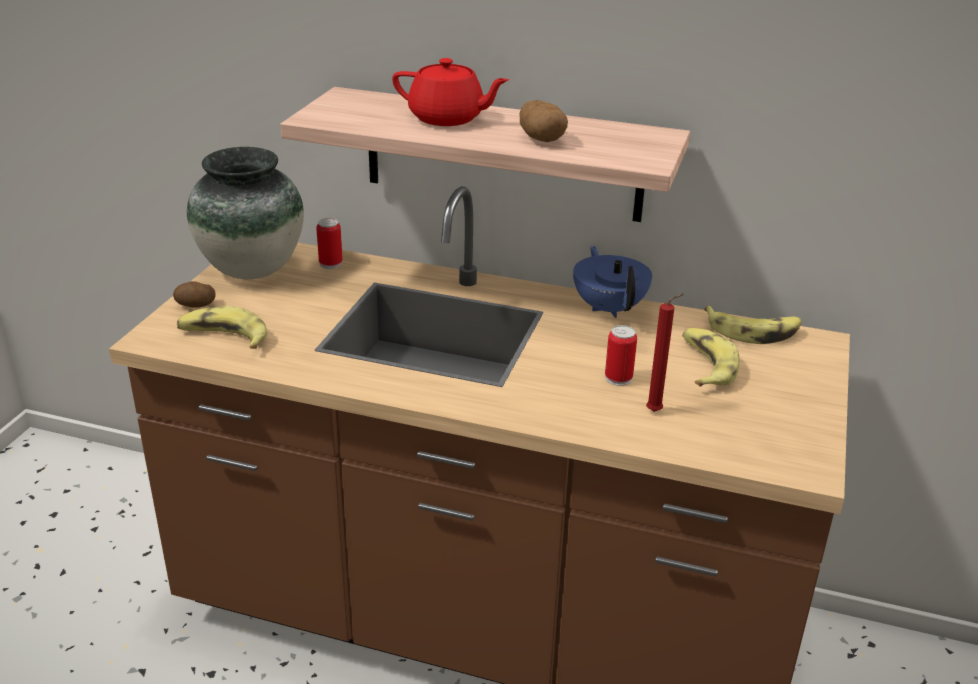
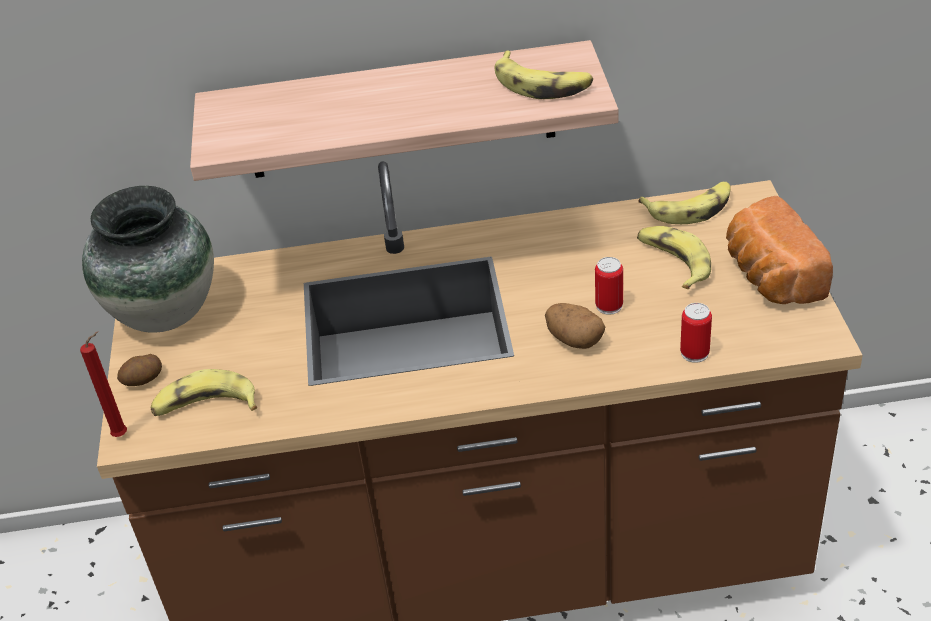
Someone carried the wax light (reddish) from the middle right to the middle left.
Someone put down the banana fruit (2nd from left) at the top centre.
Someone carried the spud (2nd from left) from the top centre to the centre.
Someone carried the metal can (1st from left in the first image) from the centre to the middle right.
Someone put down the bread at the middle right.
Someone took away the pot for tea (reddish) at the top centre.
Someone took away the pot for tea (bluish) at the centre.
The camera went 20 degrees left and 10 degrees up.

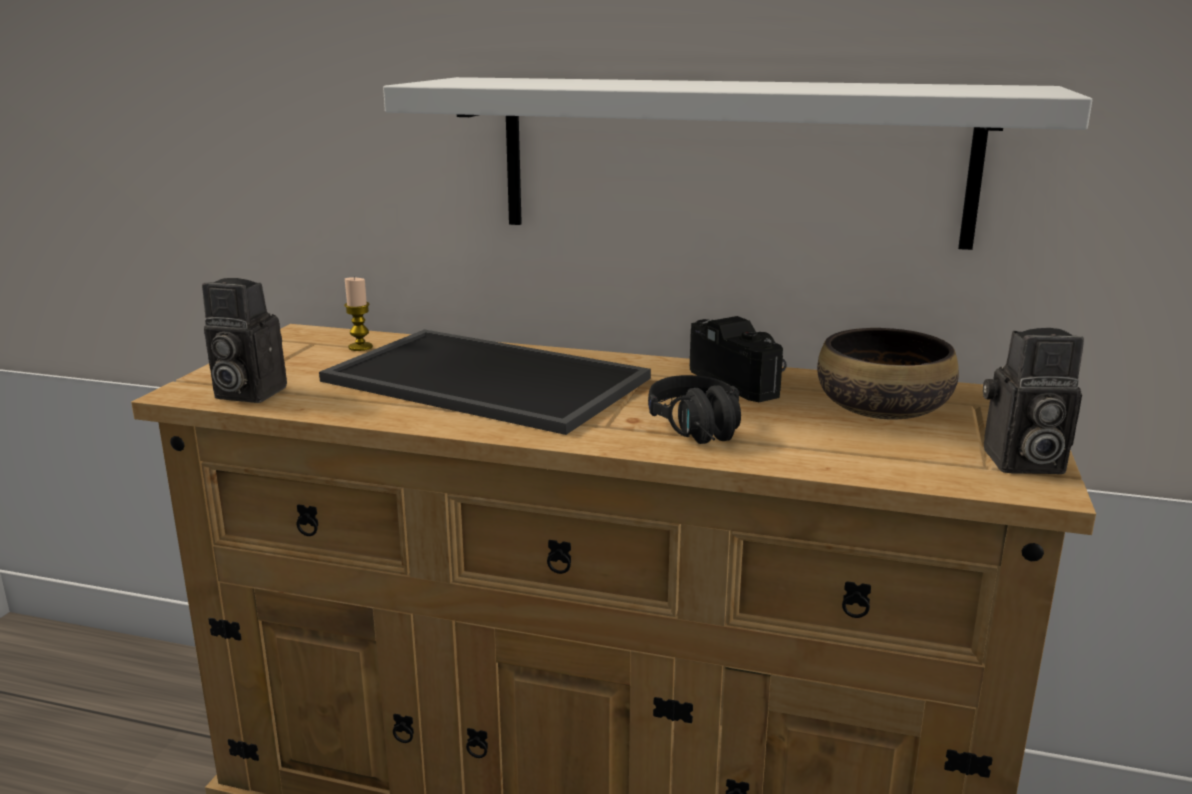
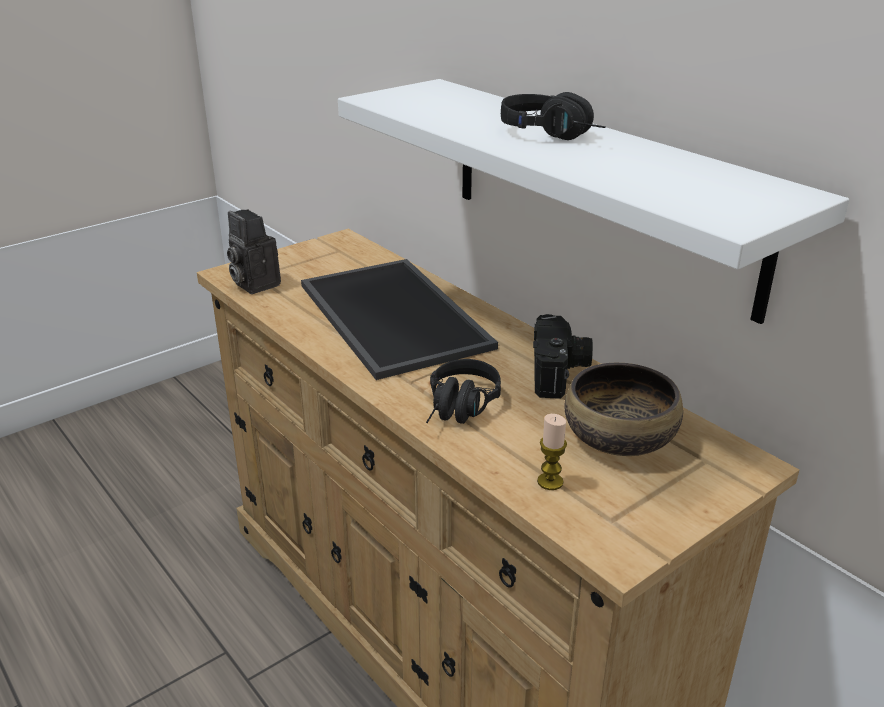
Someone put down the pair of headphones (black) (2nd from left) at the top centre.
Someone carried the wax light from the middle left to the centre.
Someone took away the photo camera (3rd from left) at the middle right.
The camera went 35 degrees right and 10 degrees up.

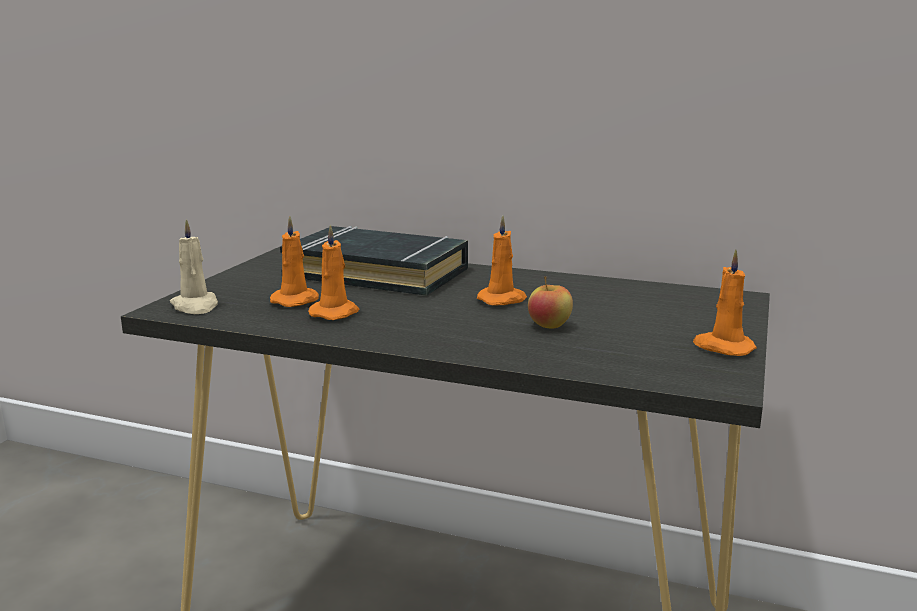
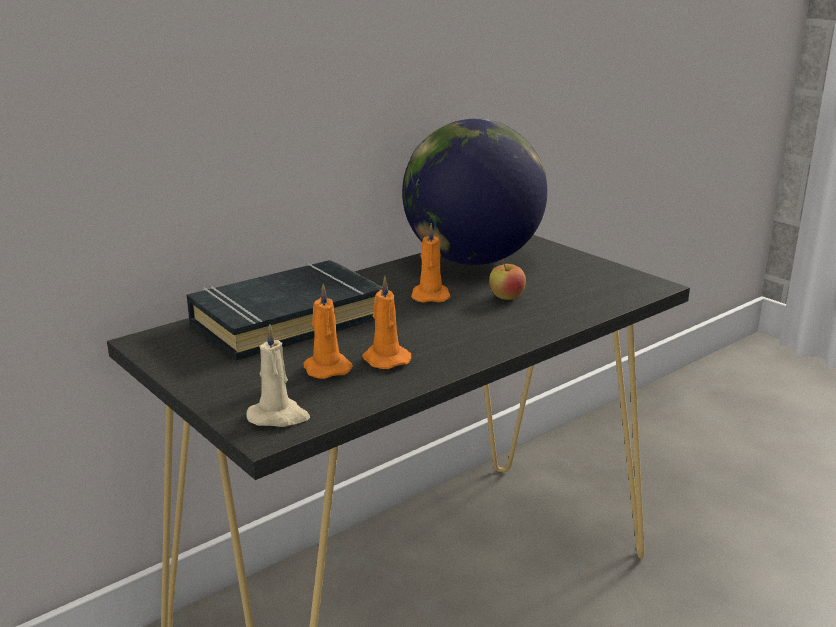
Someone put down the world globe at the top centre.
Someone took away the wax light (orange-coloured) (4th from left) at the middle right.
The camera went 60 degrees left and 5 degrees up.

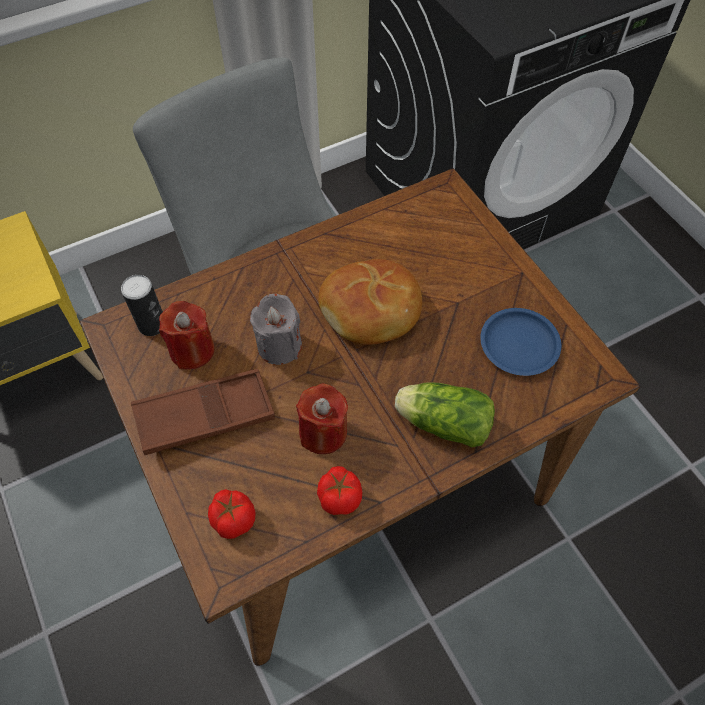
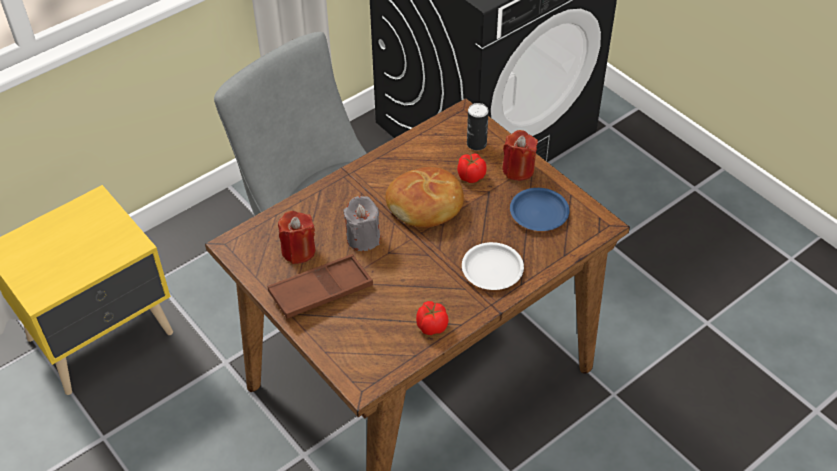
Someone carried the whole tomato (1st from left in the first image) from the bottom left to the centre.
Someone swapped the lettuce head at the centre for the dinner plate (white-coloured) at the centre.
Someone carried the metal can from the middle left to the top centre.
Someone carried the wax light (reddish) (2nd from left) from the centre to the top centre.
The camera went 10 degrees left and 10 degrees down.

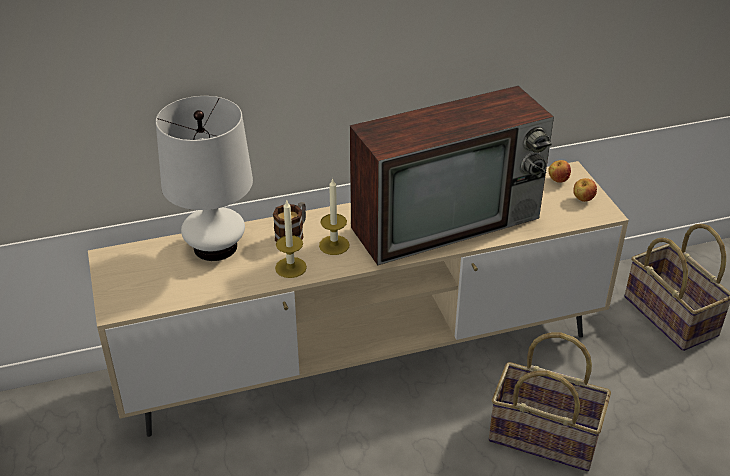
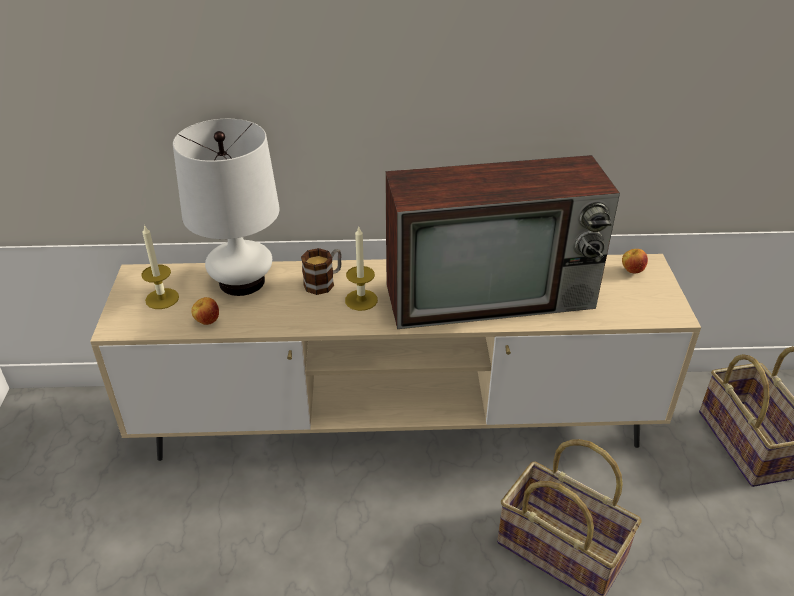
Someone carried the wax light (1st from left) from the centre to the middle left.
Someone carried the apple (2nd from left in the first image) from the middle right to the middle left.
The camera went 15 degrees right and 0 degrees up.

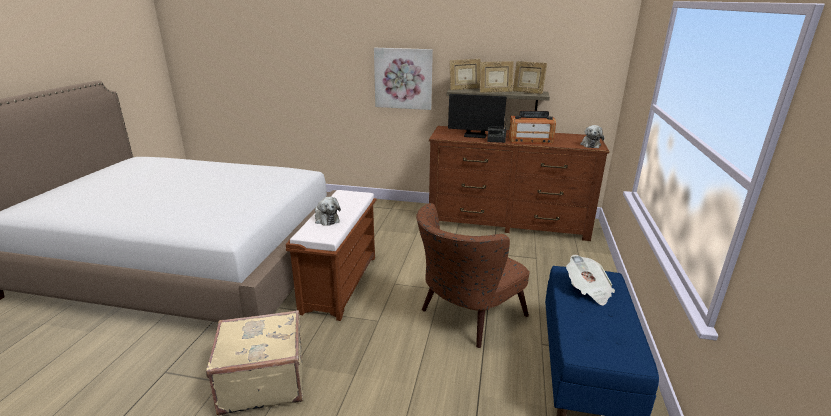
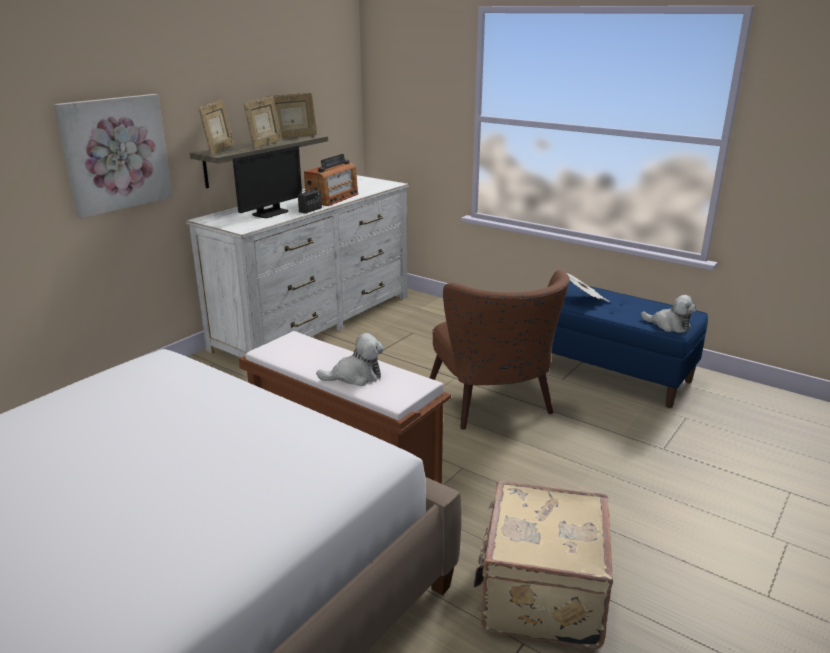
Someone repainted the chest of drawers (brown) at the centre, which became the chest of drawers (white-coloured) at the centre.
Someone carried the soft toy (2nd from left) from the top right to the middle right.
The camera went 65 degrees left and 0 degrees up.

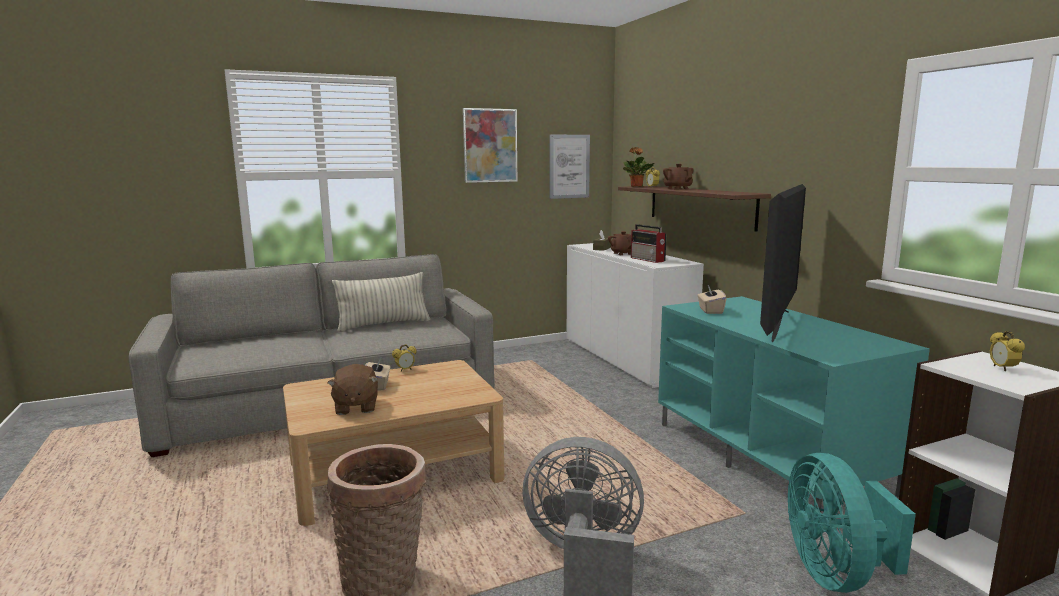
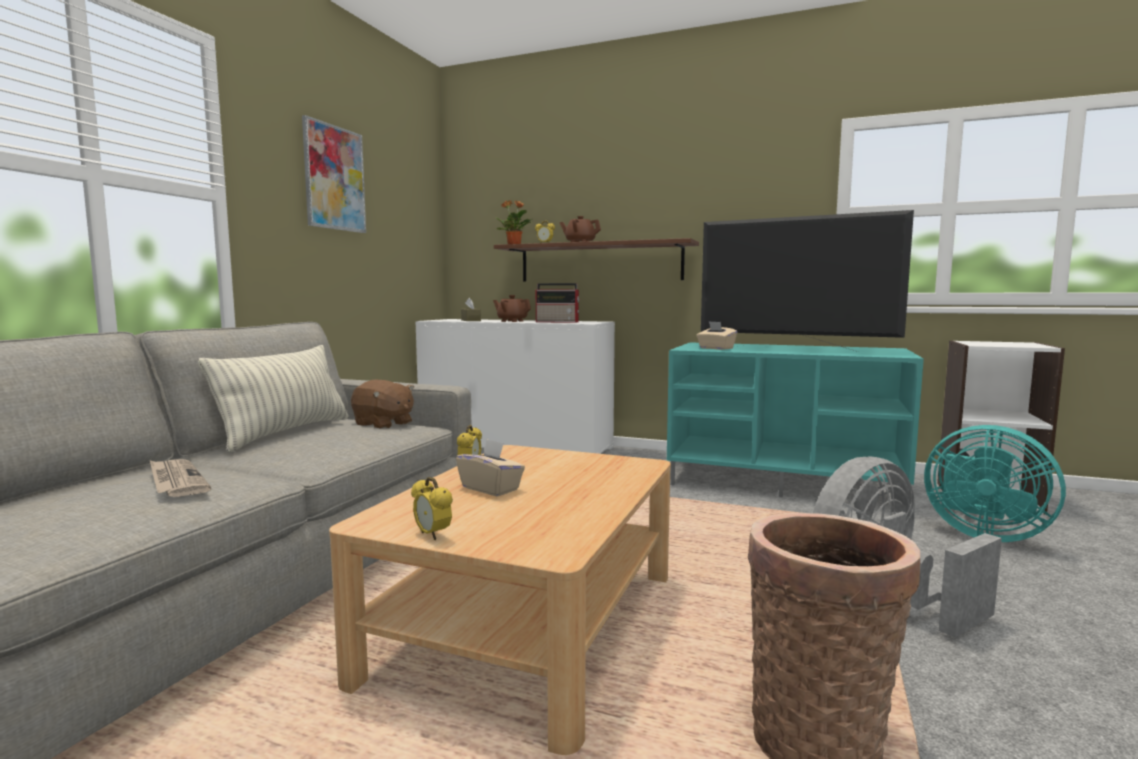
Someone put down the daily paper at the middle left.
Someone carried the soft toy (brown) from the middle left to the centre.
Someone carried the table clock (3rd from left in the first image) from the middle right to the bottom centre.
Someone rotated the television at the middle right by 135 degrees clockwise.
Someone took away the wall art (2nd from left) at the top centre.
The camera went 45 degrees left and 5 degrees down.

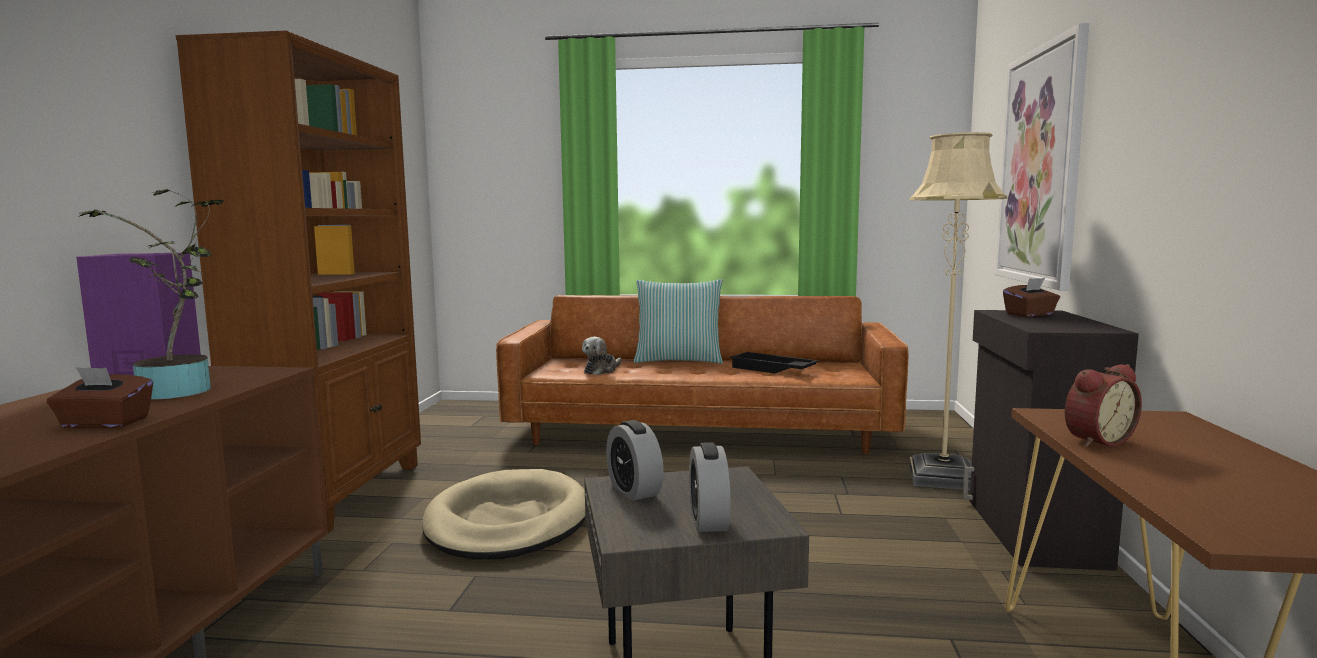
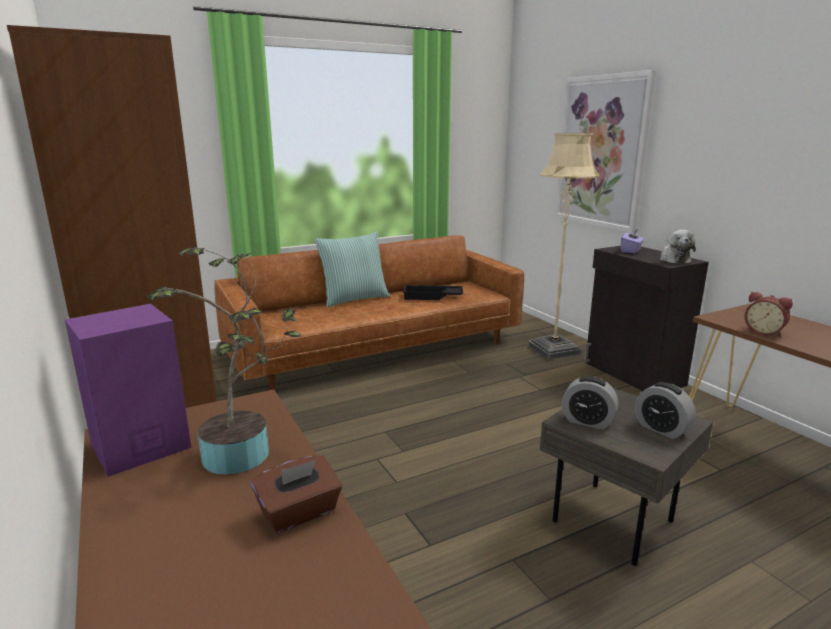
Someone repainted the tissue holder (brown) (2nd from left) at the middle right, which became the tissue holder (purple-coloured) at the middle right.
Someone carried the soft toy from the centre to the middle right.
Someone rotated the table clock (3rd from left) at the middle right by 105 degrees clockwise.
Someone took away the dog cushion (beige) at the bottom centre.
The camera went 35 degrees left and 10 degrees up.

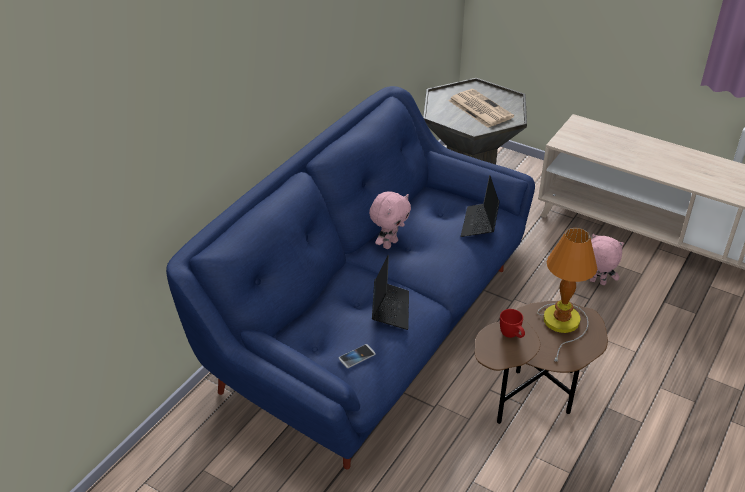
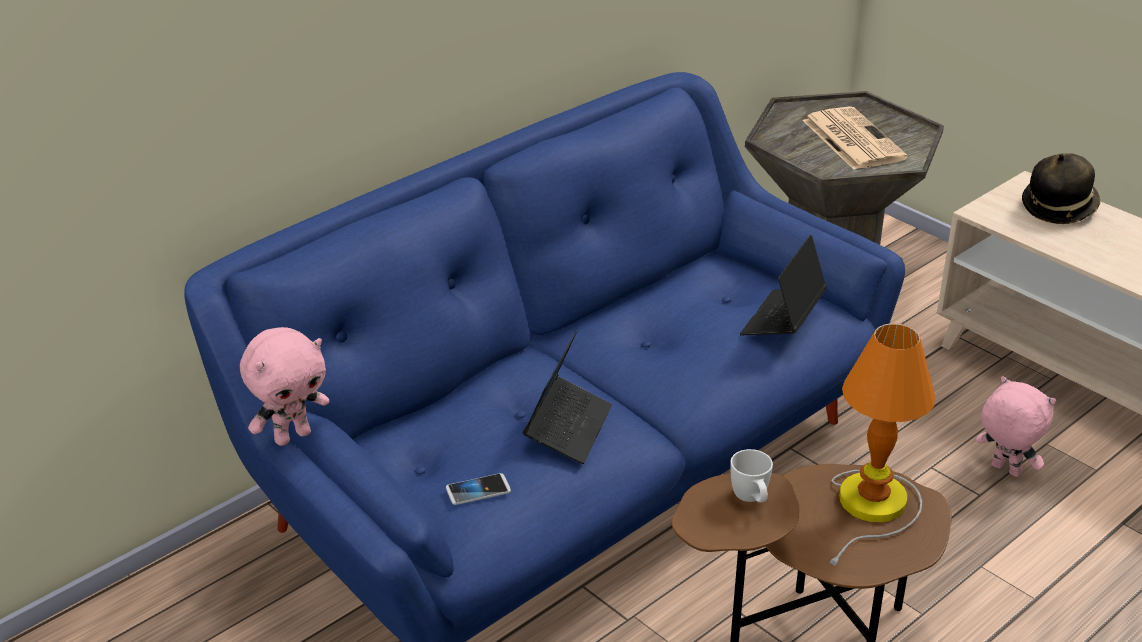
Someone carried the soft toy (pinkish) (1st from left) from the centre to the middle left.
Someone repainted the mug (reddish) at the middle right, which became the mug (white-coloured) at the bottom centre.
Someone put down the wearable hat at the top right.
The camera went 15 degrees right and 5 degrees down.

